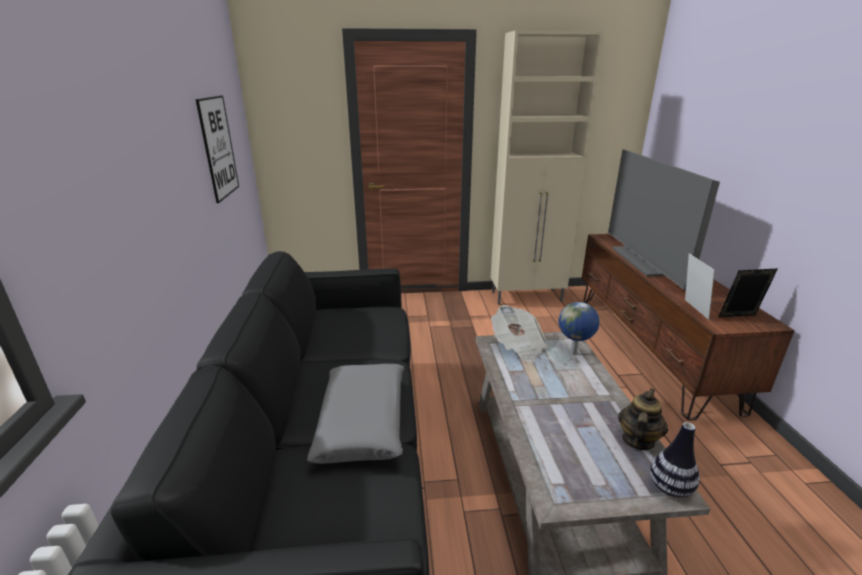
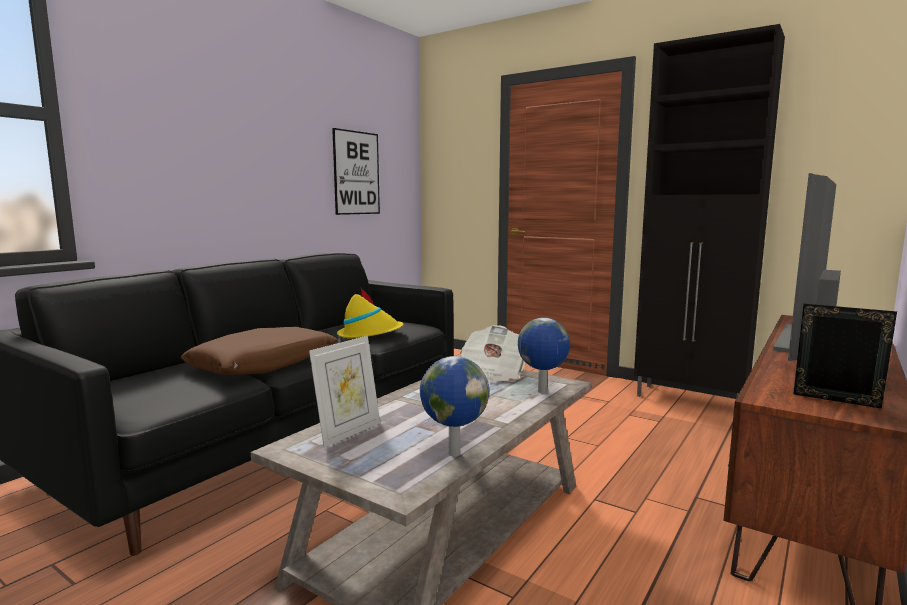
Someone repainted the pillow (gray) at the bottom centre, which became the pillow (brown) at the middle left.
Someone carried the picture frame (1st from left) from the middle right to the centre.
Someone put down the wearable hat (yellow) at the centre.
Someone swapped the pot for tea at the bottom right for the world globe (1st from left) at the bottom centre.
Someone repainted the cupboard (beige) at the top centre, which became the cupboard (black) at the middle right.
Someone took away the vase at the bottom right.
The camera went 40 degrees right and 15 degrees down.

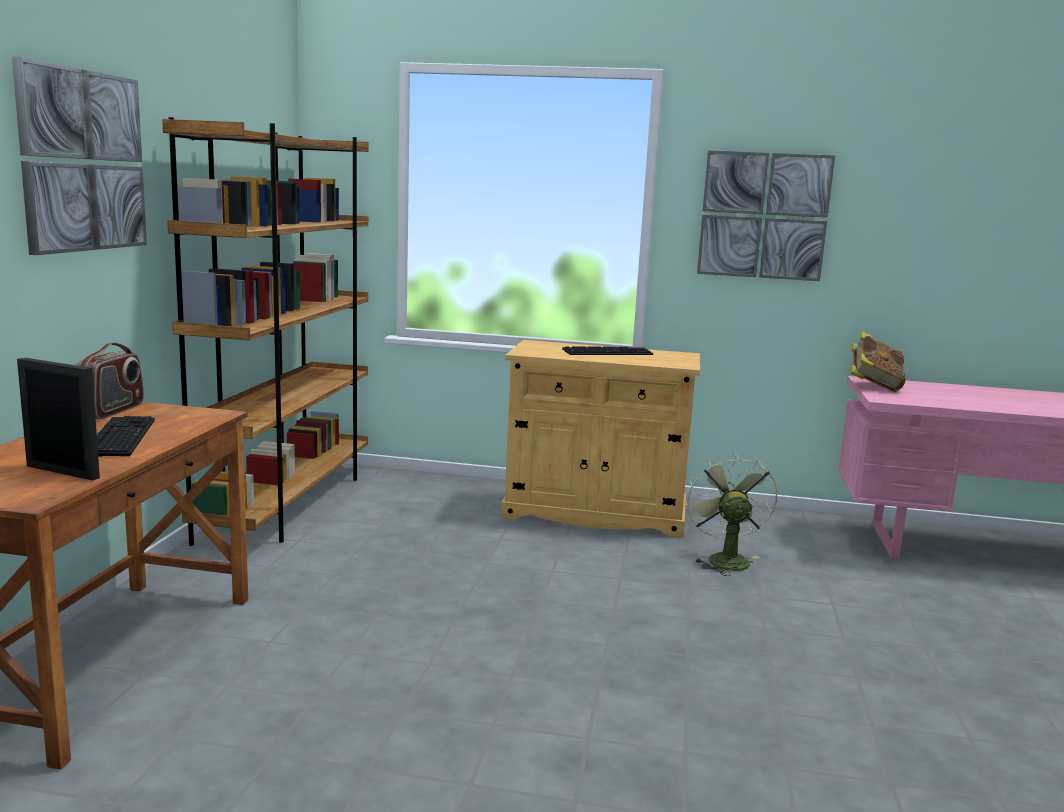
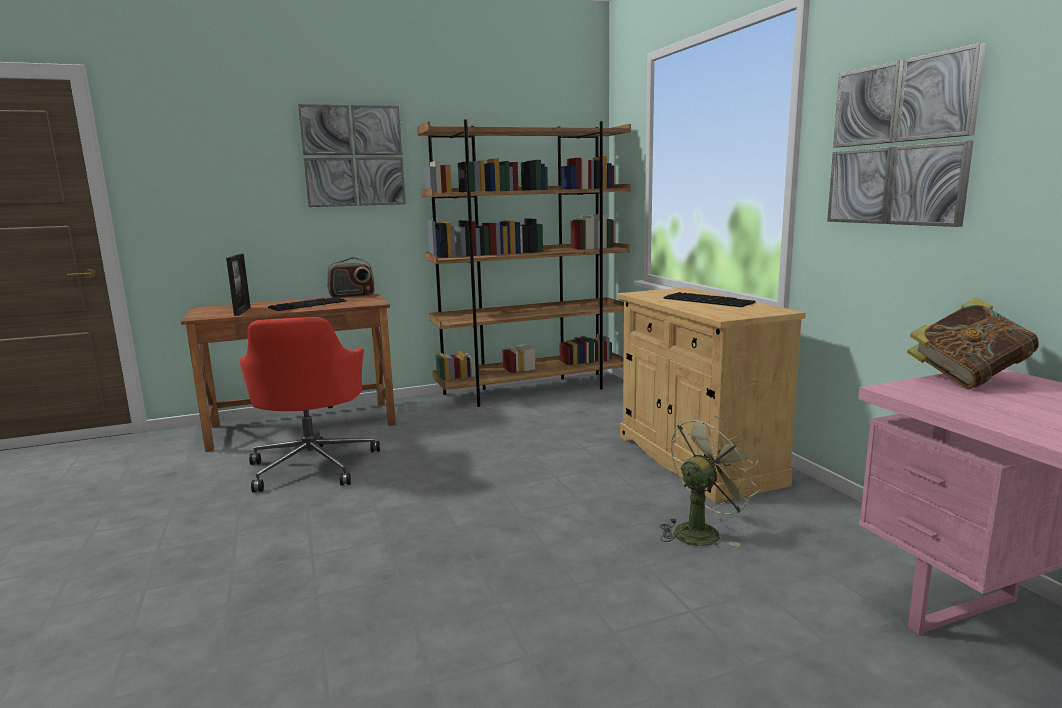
Someone put down the desk chair (reddish) at the middle left.
The camera went 60 degrees right and 0 degrees up.

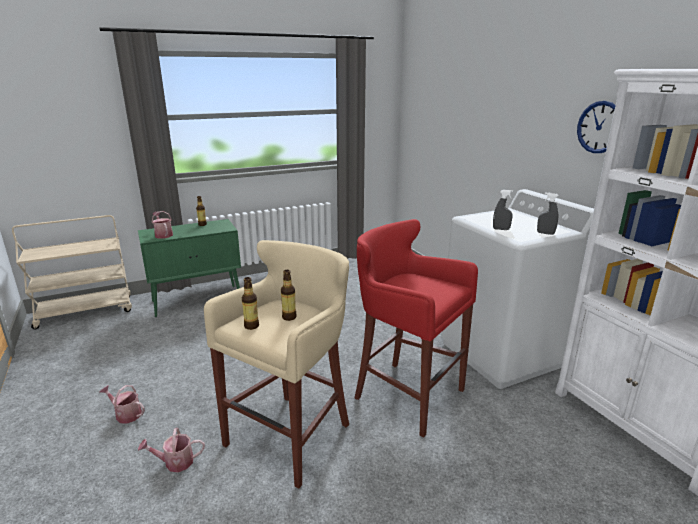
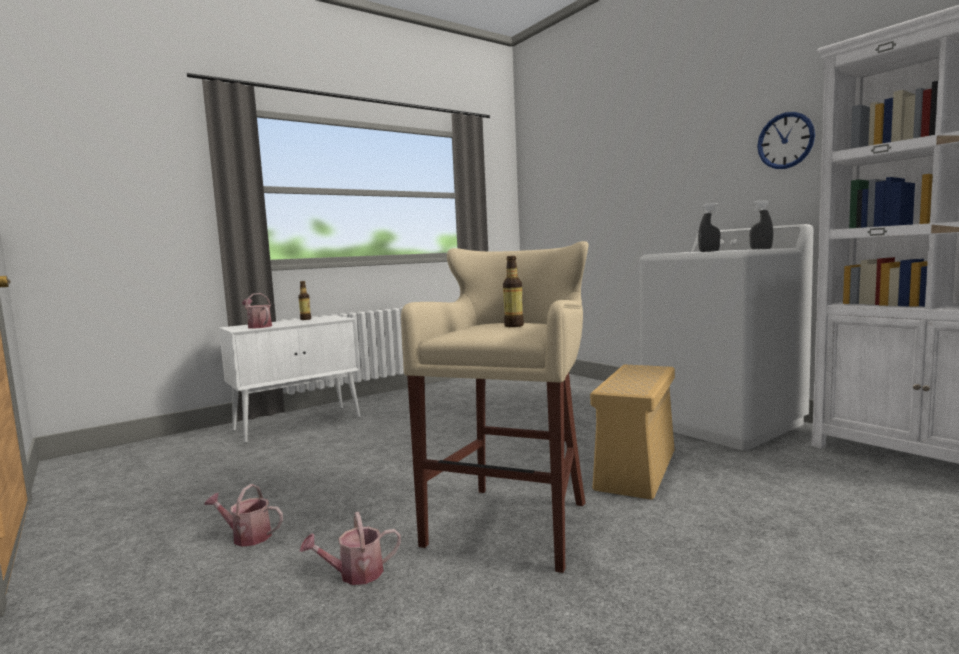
Someone repainted the cupboard (greenish) at the middle left, which became the cupboard (white-coloured) at the middle left.
Someone swapped the sitting stool (reddish) at the centre for the storage container (beige) at the centre.
Someone took away the trolley (beige) at the middle left.
Someone took away the bottle (2nd from left) at the centre.
The camera went 10 degrees left and 15 degrees down.

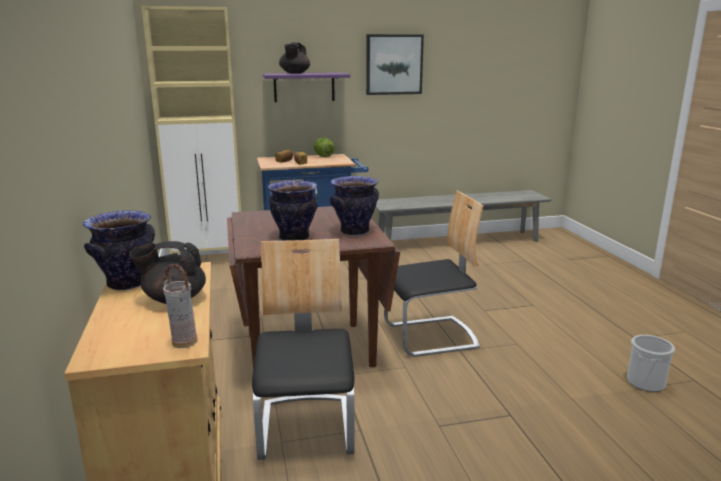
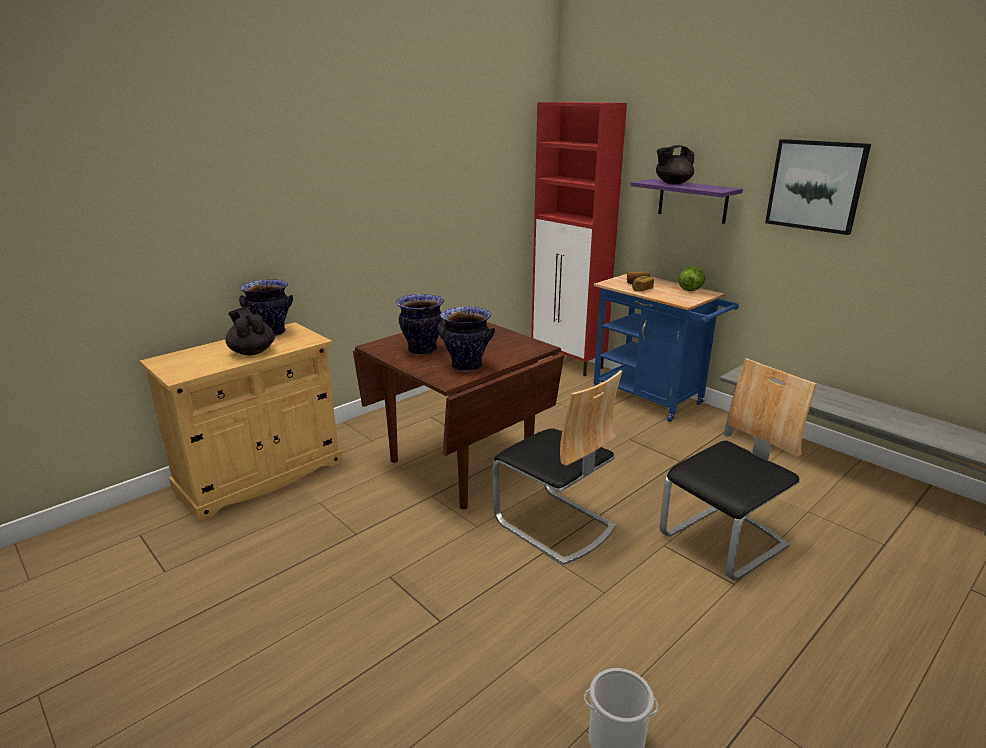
Someone repainted the cupboard (beige) (2nd from left) at the top left, which became the cupboard (reddish) at the top centre.
Someone carried the upright chair (1st from left in the first image) from the bottom centre to the middle right.
Someone took away the vase (2nd from left) at the middle left.
The camera went 60 degrees right and 5 degrees up.

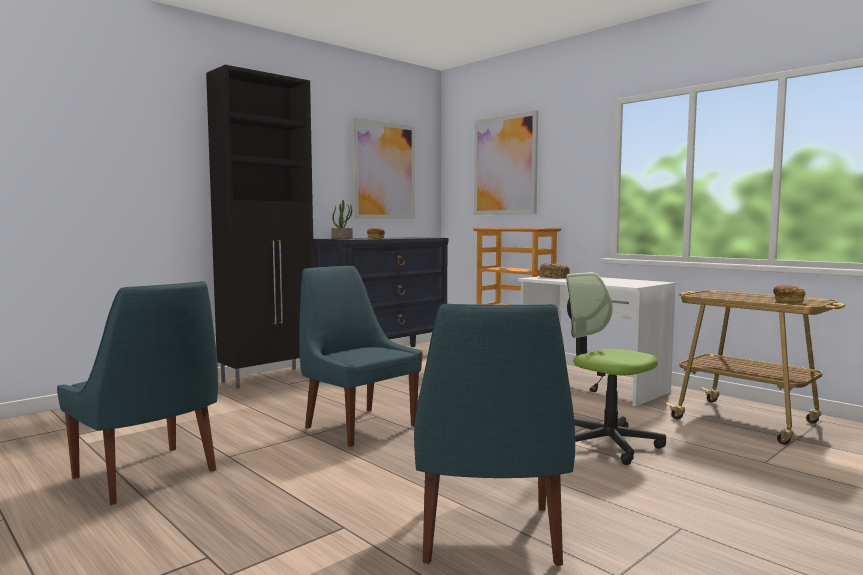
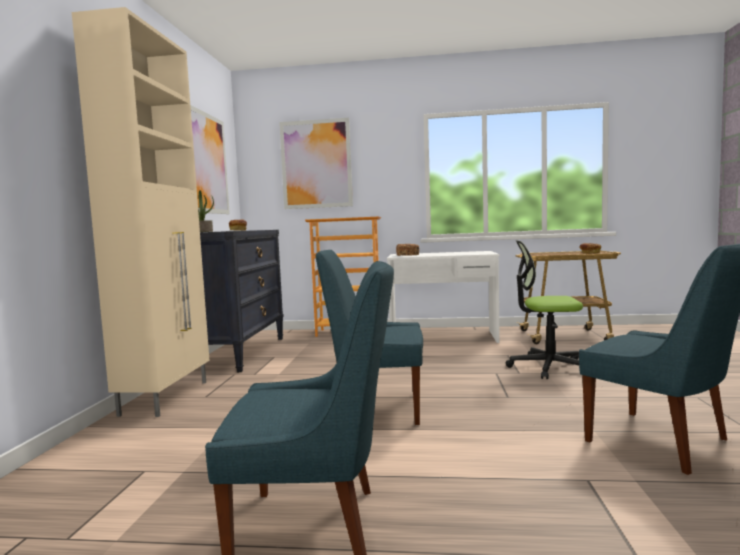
Someone repainted the cupboard (black) at the middle left, which became the cupboard (beige) at the middle left.
The camera went 40 degrees left and 0 degrees up.

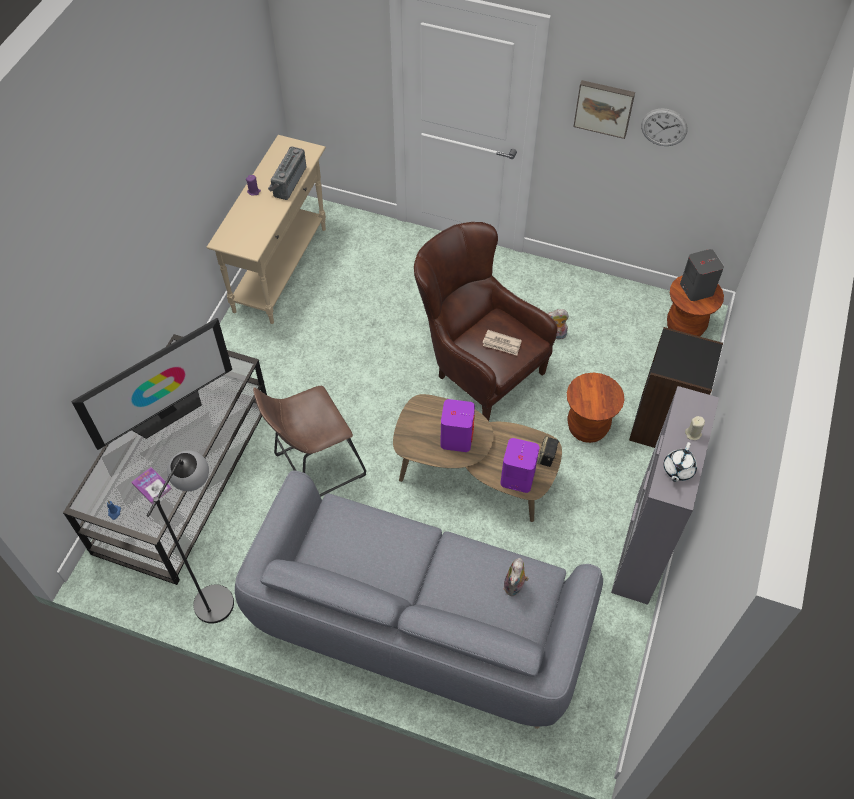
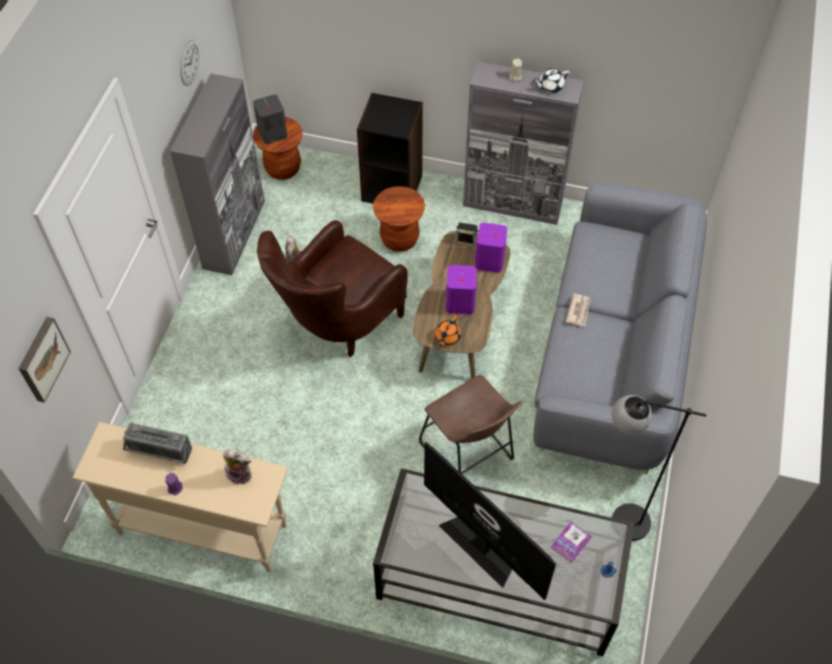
Someone carried the wall art from the top right to the middle left.
Someone put down the cupboard (gray) (1st from left) at the top left.
Someone carried the soft toy (1st from left) from the bottom centre to the bottom left.
Someone put down the pot for tea (orange-coloured) at the centre.
Someone rotated the pot for tea (white-coloured) at the middle right by 135 degrees clockwise.
Someone carried the daily paper from the centre to the middle right.
The camera went 95 degrees left and 0 degrees up.

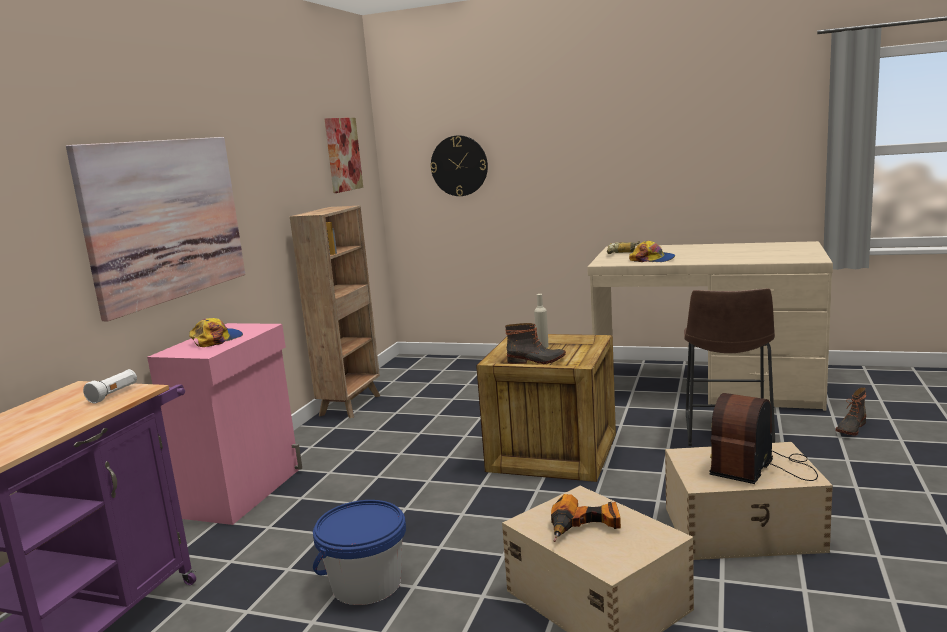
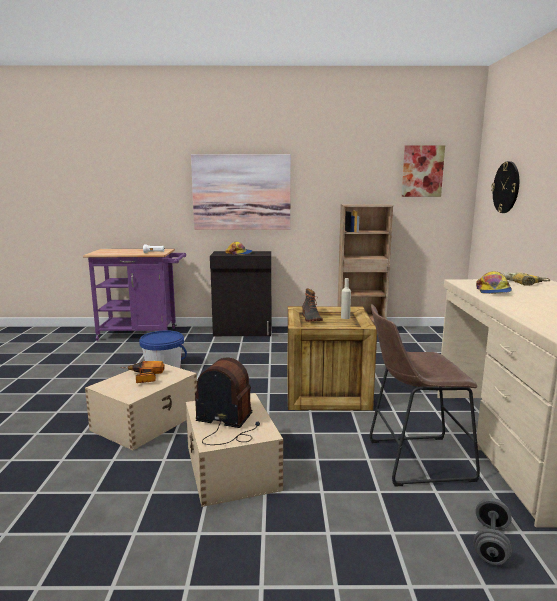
Someone repainted the cupboard (pinkish) at the bottom left, which became the cupboard (black) at the centre.
Someone swapped the tall boot (2nd from left) at the middle right for the hand weight (gray) at the bottom right.
The camera went 70 degrees right and 0 degrees up.

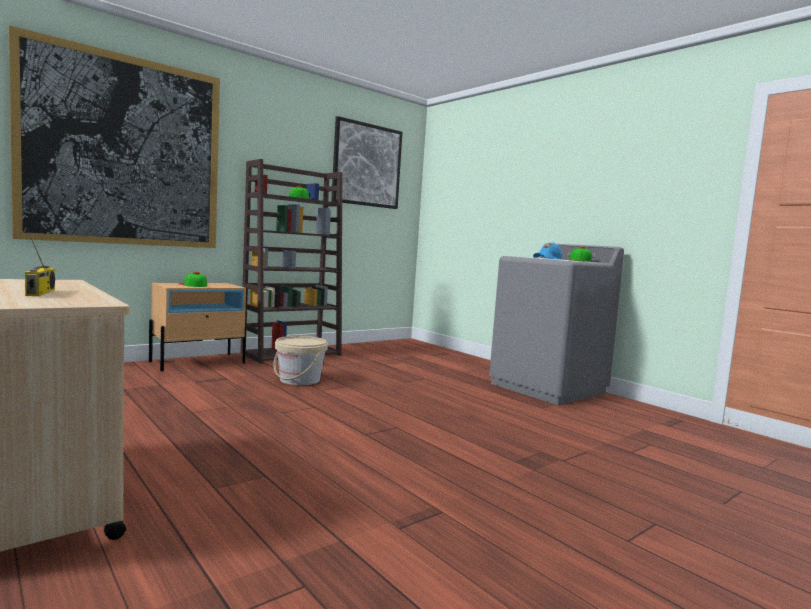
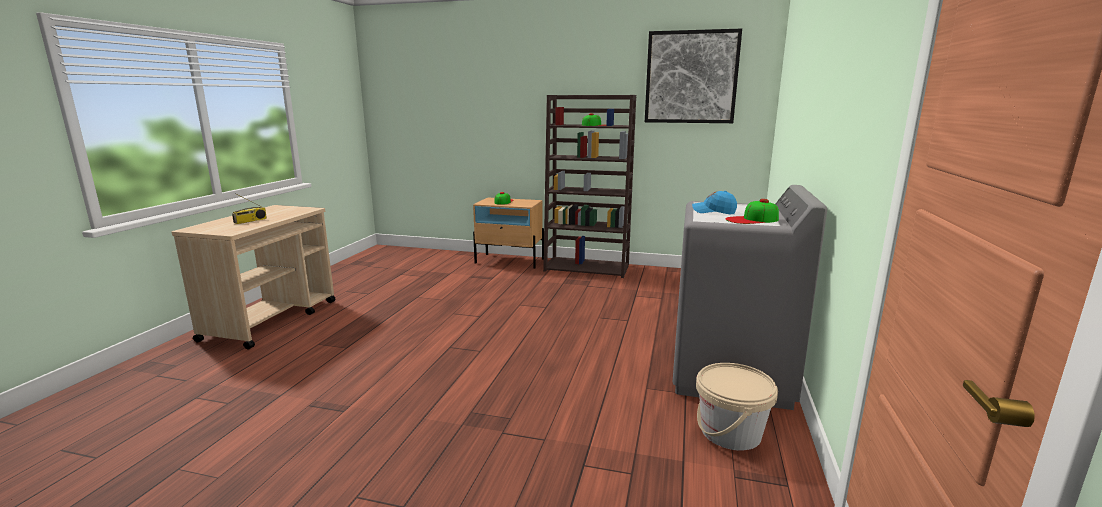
Someone carried the pail (beige) from the centre to the bottom right.
Someone took away the wall art (1st from left) at the top left.
The camera went 55 degrees right and 10 degrees up.

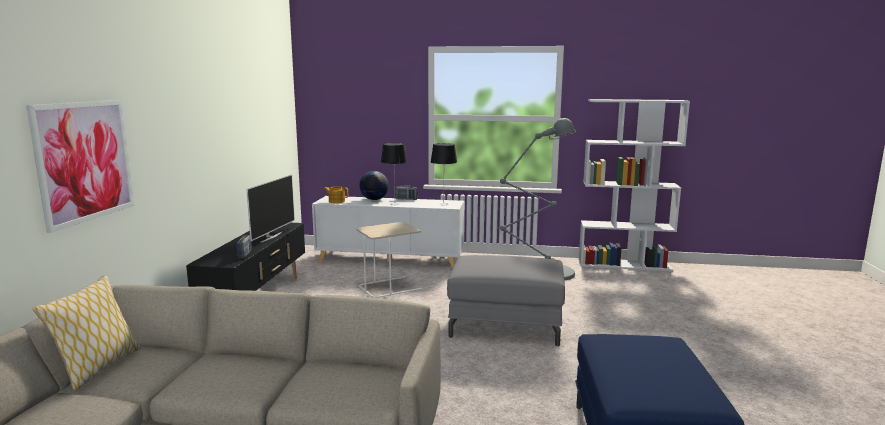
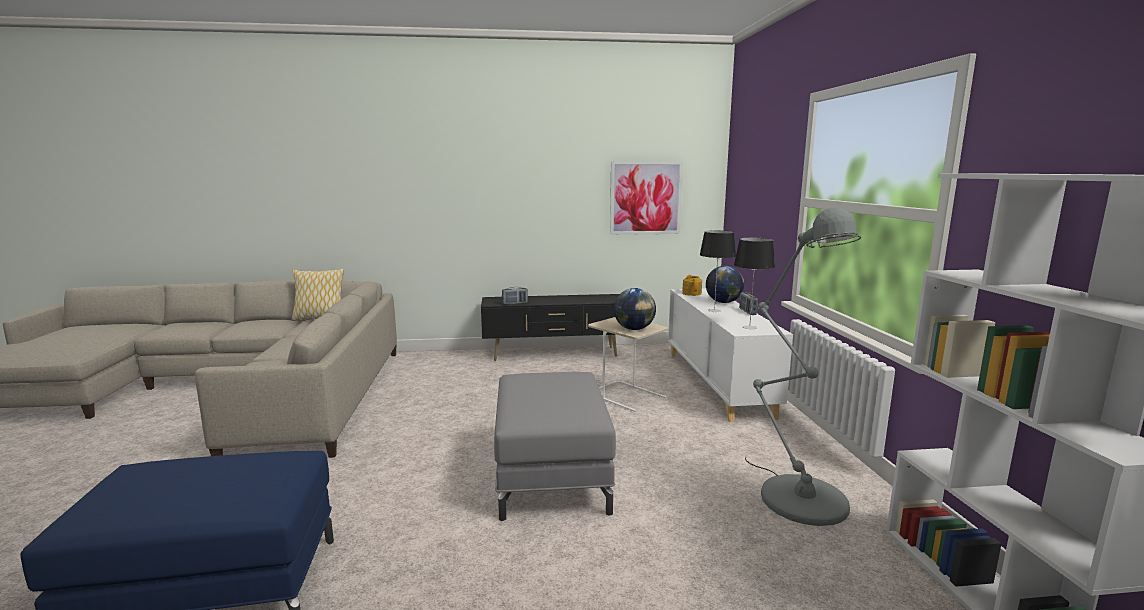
Someone carried the wall art from the middle left to the top centre.
Someone put down the world globe (1st from left) at the centre.
Someone took away the television at the middle left.
The camera went 75 degrees right and 0 degrees up.

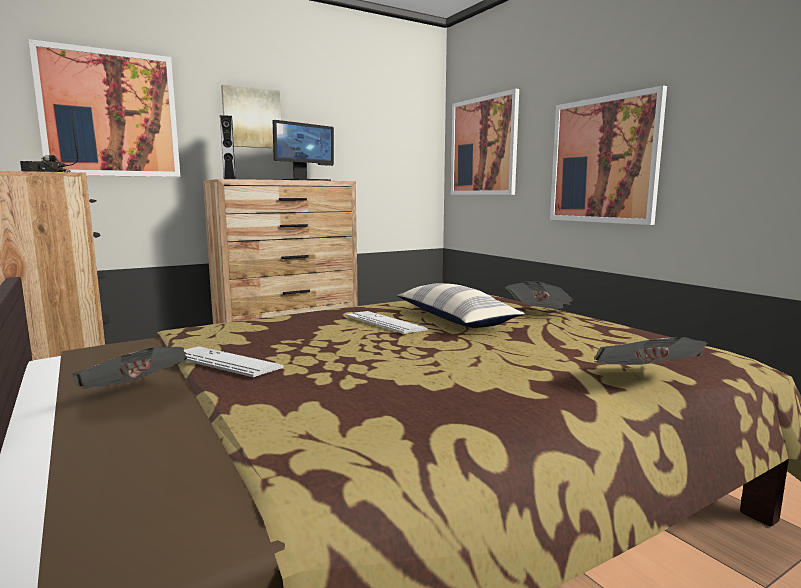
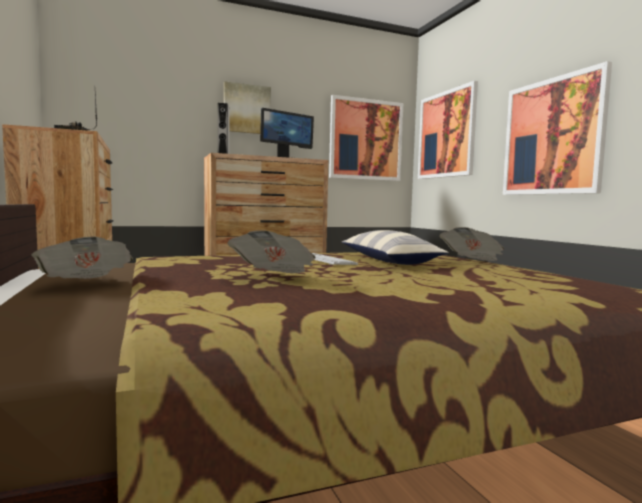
Someone carried the daily paper (3rd from left in the first image) from the middle right to the centre.
Someone carried the wall art (1st from left in the first image) from the top left to the top centre.
Someone took away the computer keyboard (1st from left) at the middle left.
The camera went 10 degrees right and 5 degrees down.

